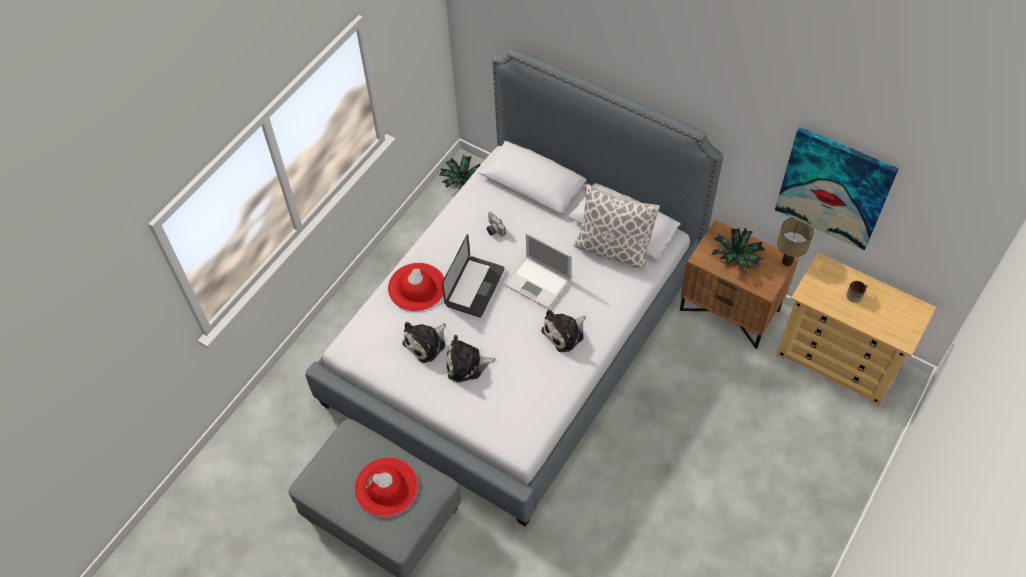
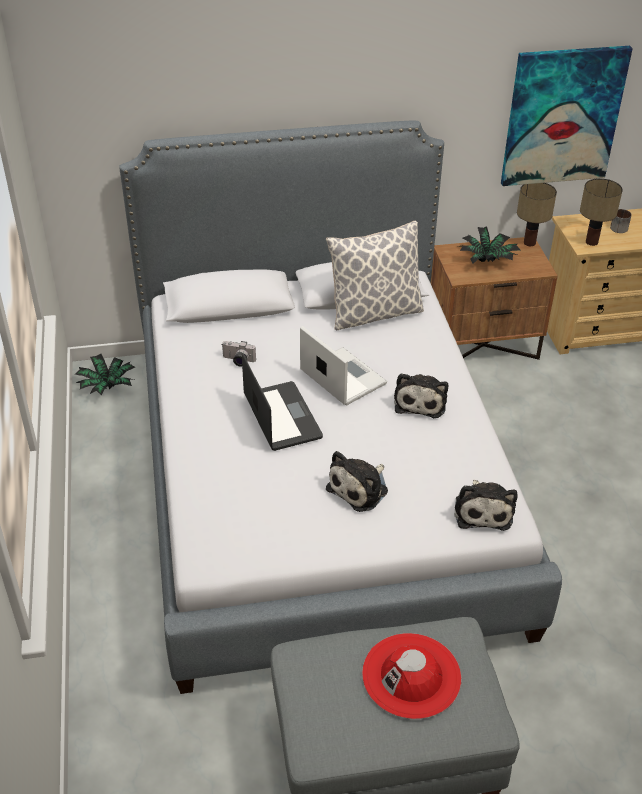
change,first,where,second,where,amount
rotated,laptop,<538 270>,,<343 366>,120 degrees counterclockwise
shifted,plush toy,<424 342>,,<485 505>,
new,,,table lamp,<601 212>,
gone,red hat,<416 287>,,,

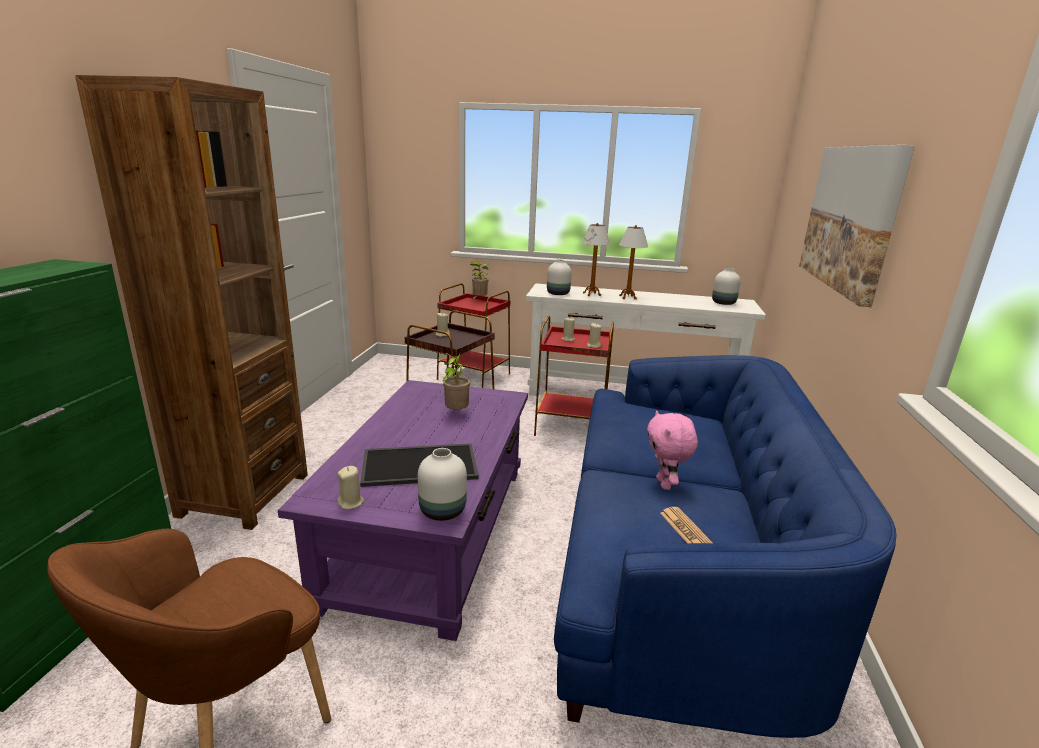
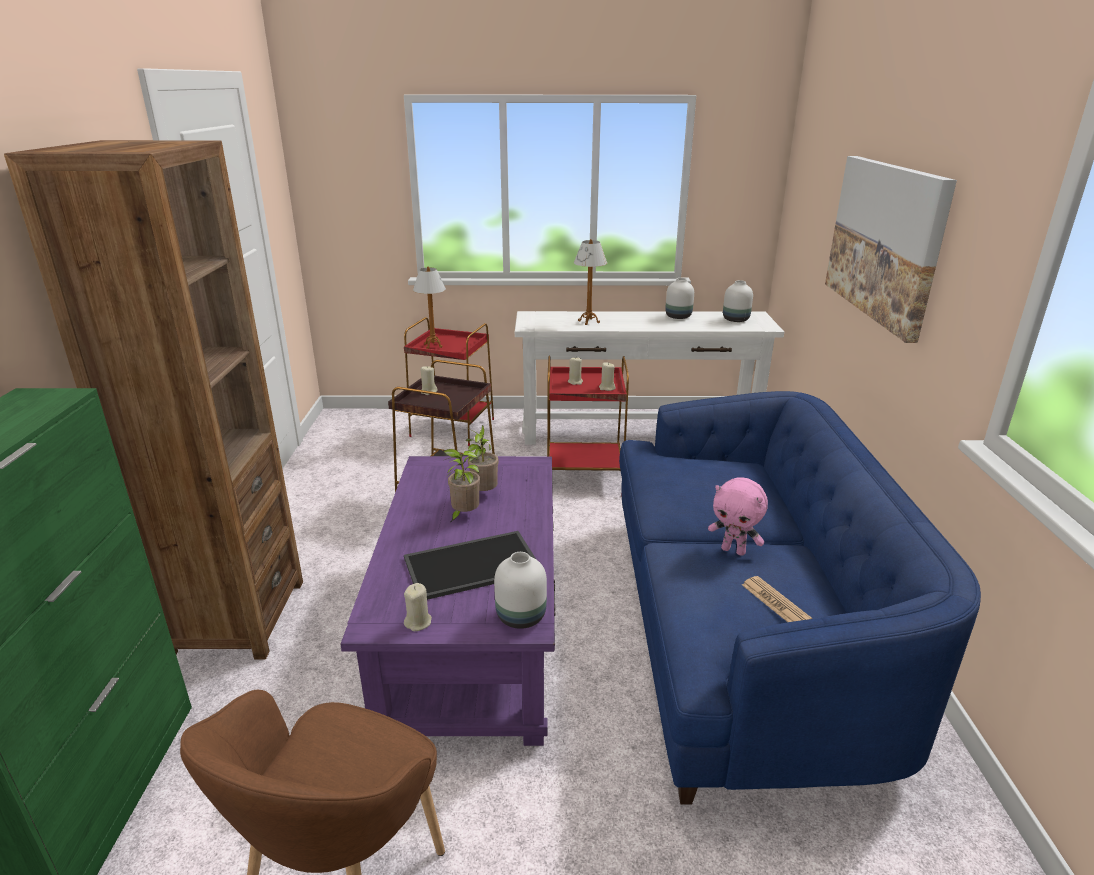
change,first,where,second,where,amount
shifted,table lamp,<633 262>,,<429 308>,
shifted,potted plant,<479 281>,,<461 486>,
shifted,white vase,<559 277>,,<679 298>,
rotated,pink plush toy,<672 450>,,<738 516>,45 degrees counterclockwise

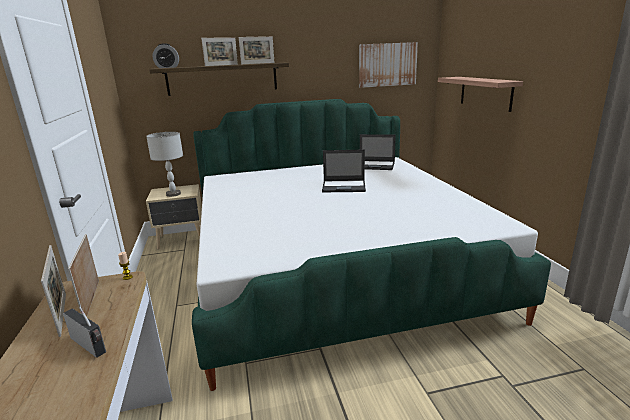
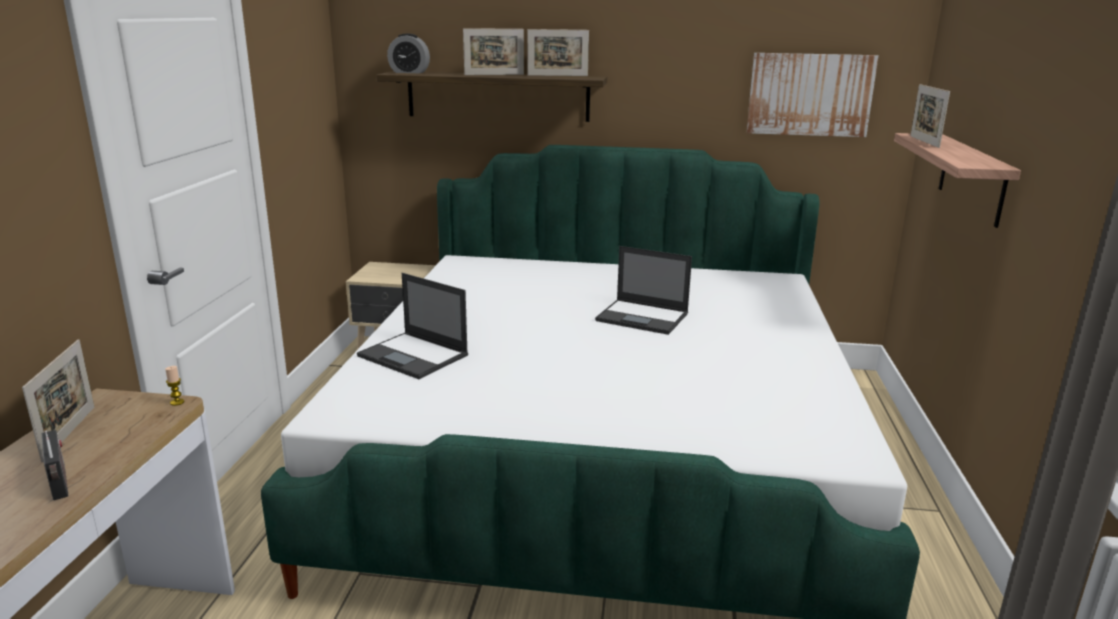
change,first,where,second,where,amount
shifted,laptop,<378 152>,,<412 326>,
shifted,picture frame,<83 275>,,<930 116>,
gone,grey table lamp,<164 164>,,,

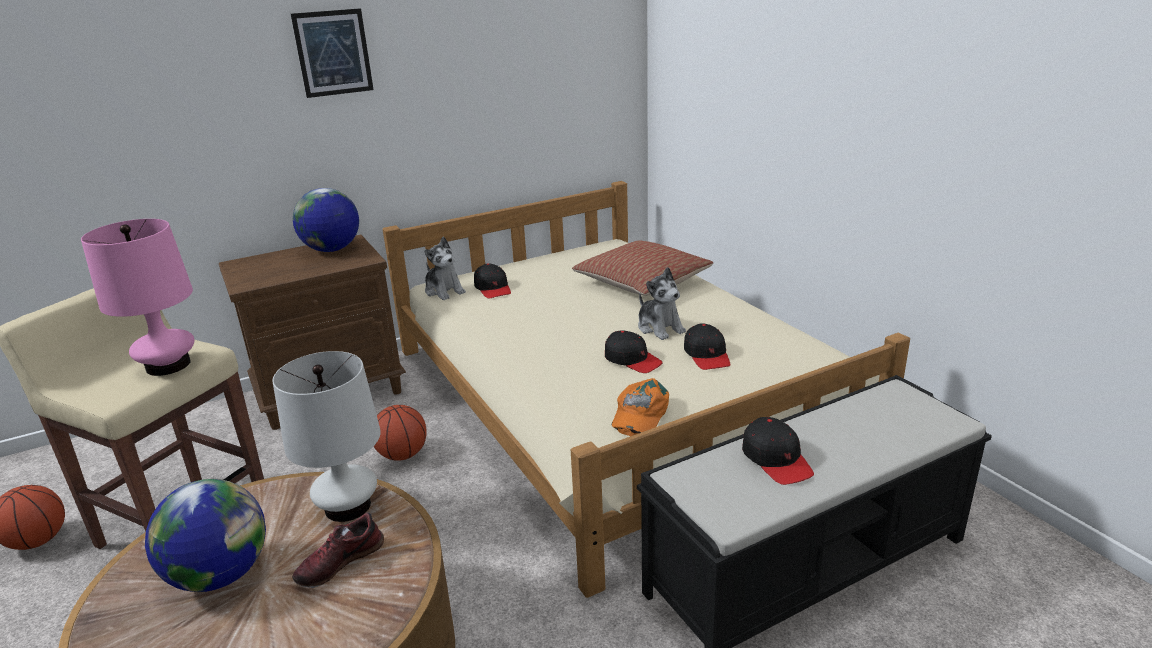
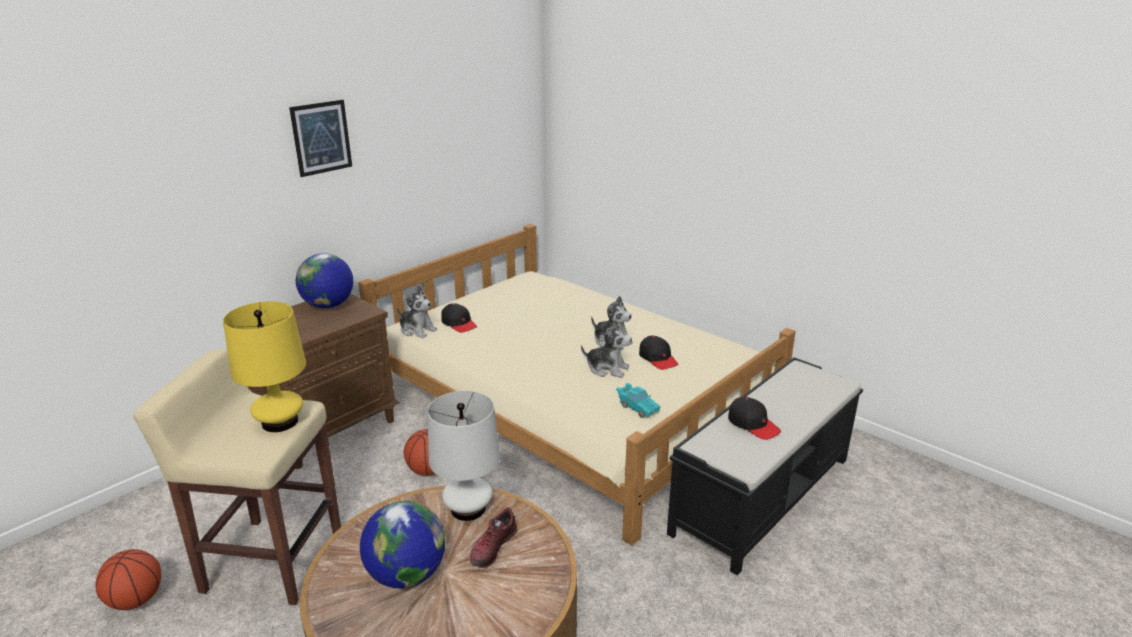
change,first,where,second,where,amount
repainted,pink table lamp,<137 297>,yellow table lamp,<264 366>,
swapped,black cap,<634 351>,plush toy,<606 349>,
swapped,orange cap,<640 407>,turquoise toy car,<638 400>,
gone,pillow,<643 268>,,,

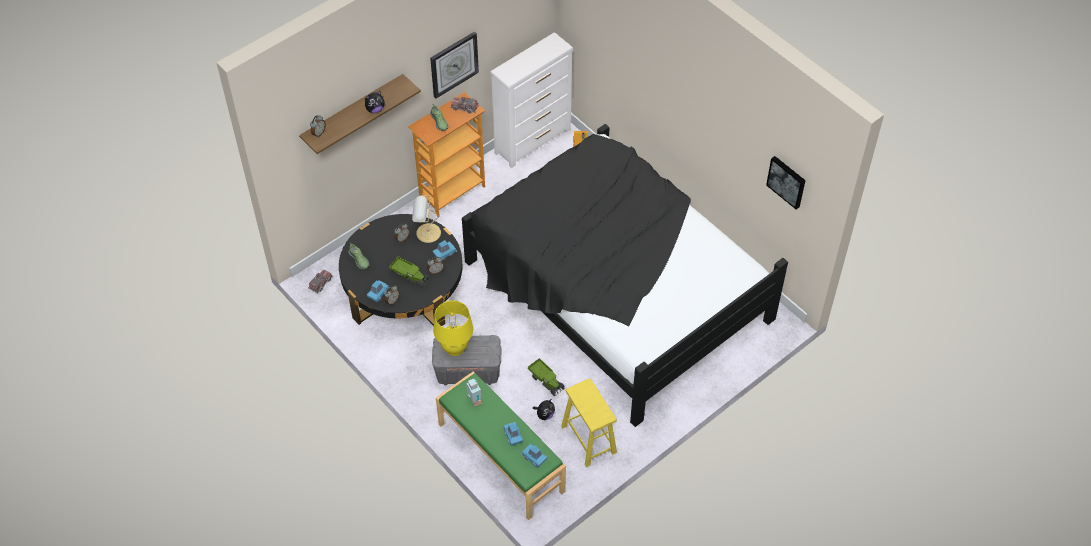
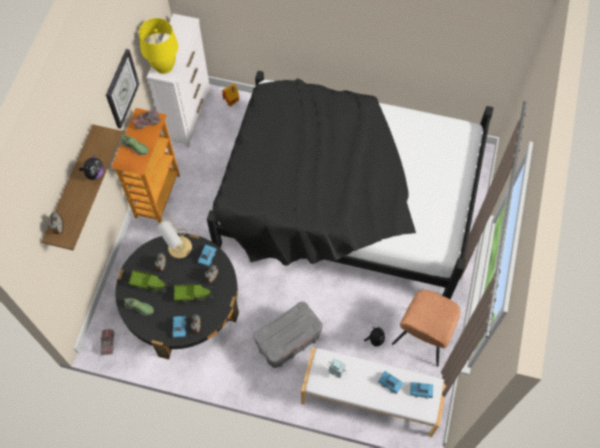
change,first,where,second,where,amount
shifted,toy truck,<546 377>,,<149 282>,
shifted,yellow table lamp,<453 328>,,<158 46>,
repainted,green bench,<501 446>,white bench,<373 392>,
swapped,yellow stool,<589 423>,brown chair,<426 328>,
gone,picture,<786 182>,,,

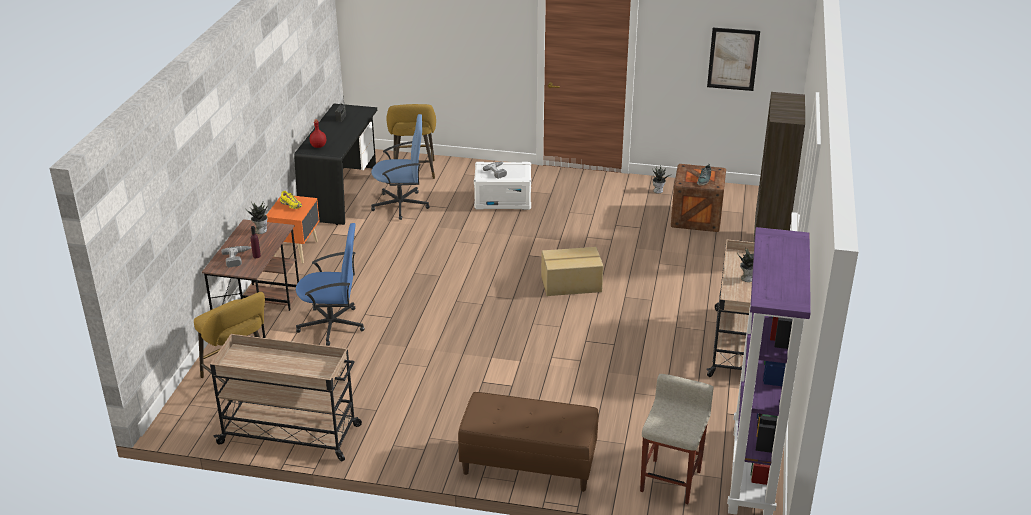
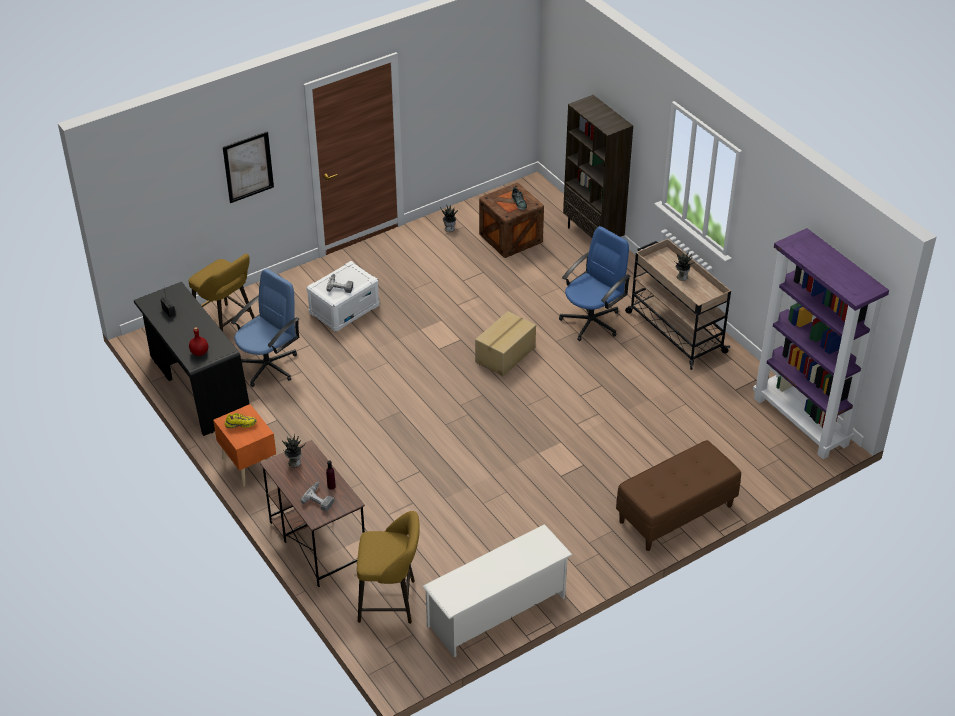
change,first,where,second,where,amount
shifted,picture,<733 59>,,<248 167>,
swapped,beige cart,<286 397>,white shoe rack,<497 590>,
shifted,blue office chair,<330 284>,,<595 283>,
gone,beige stool,<677 439>,,,

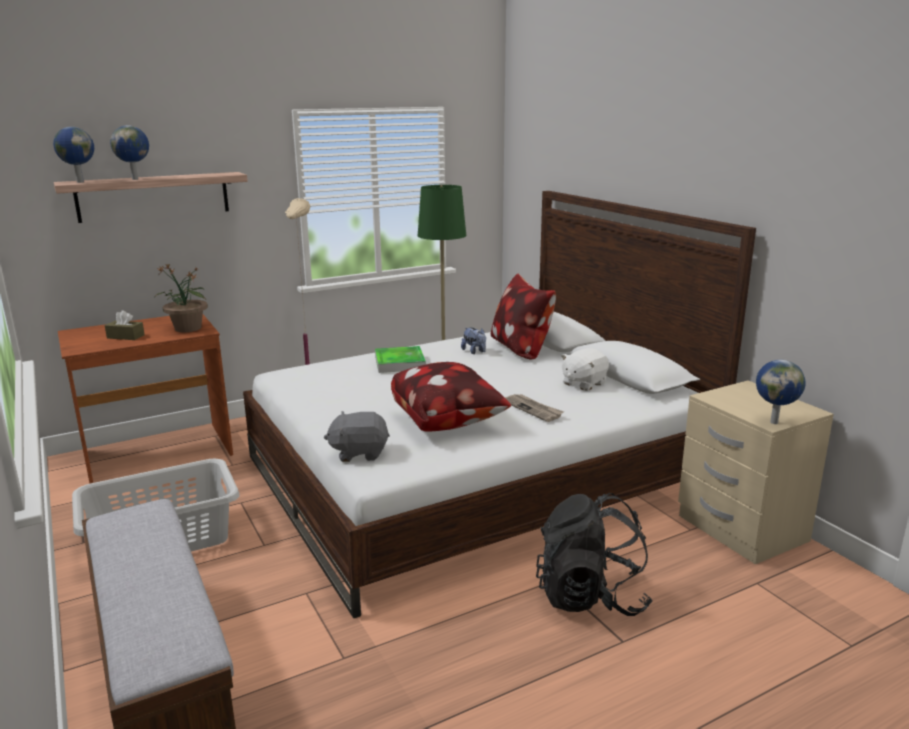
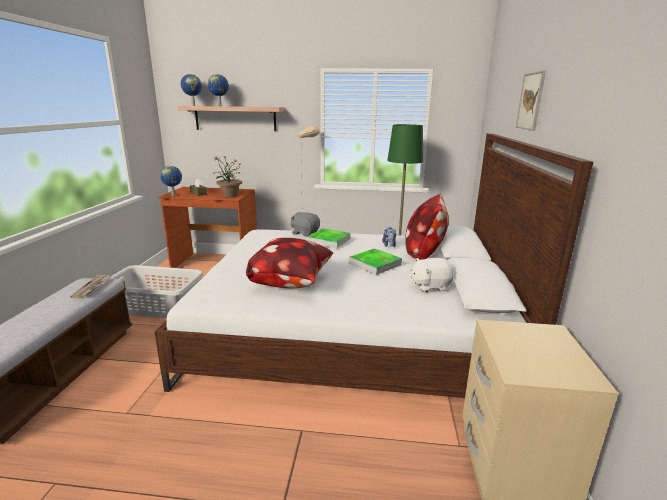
change,first,where,second,where,amount
shifted,newspaper,<534 408>,,<91 286>,
shifted,globe,<781 392>,,<171 181>,
shifted,grey plush toy,<357 436>,,<305 224>,
new,,,tray,<375 262>,
new,,,picture,<531 101>,
gone,black backpack,<594 554>,,,

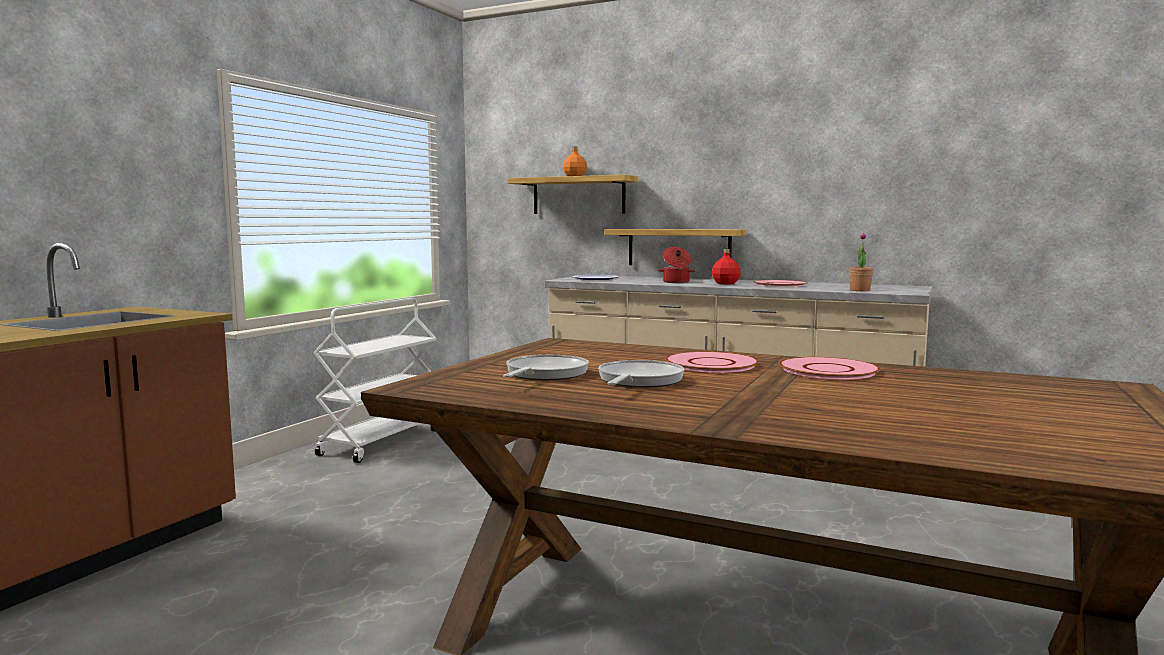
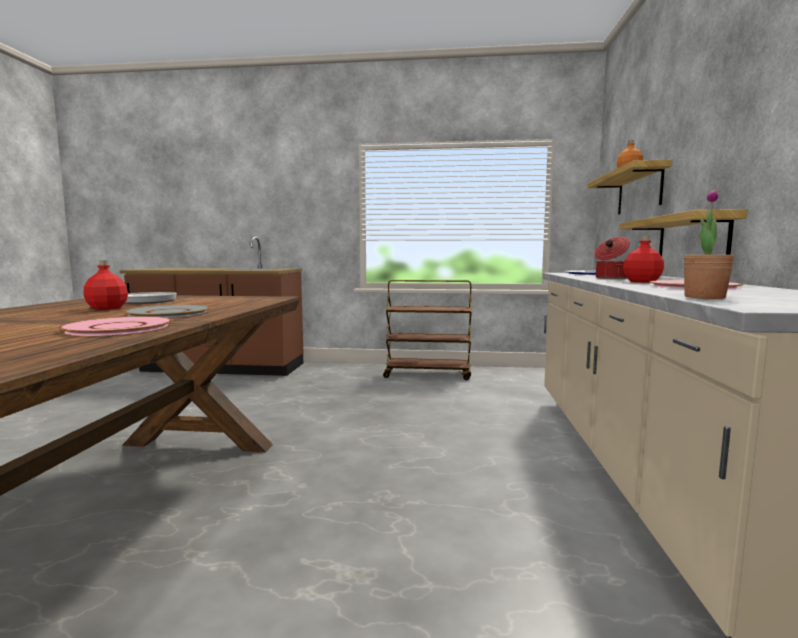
change,first,where,second,where,amount
swapped,frying pan,<641 374>,red bottle,<105 285>,
repainted,pink plate,<712 362>,grey plate,<167 311>,
repainted,white cart,<375 380>,brown cart,<427 330>,

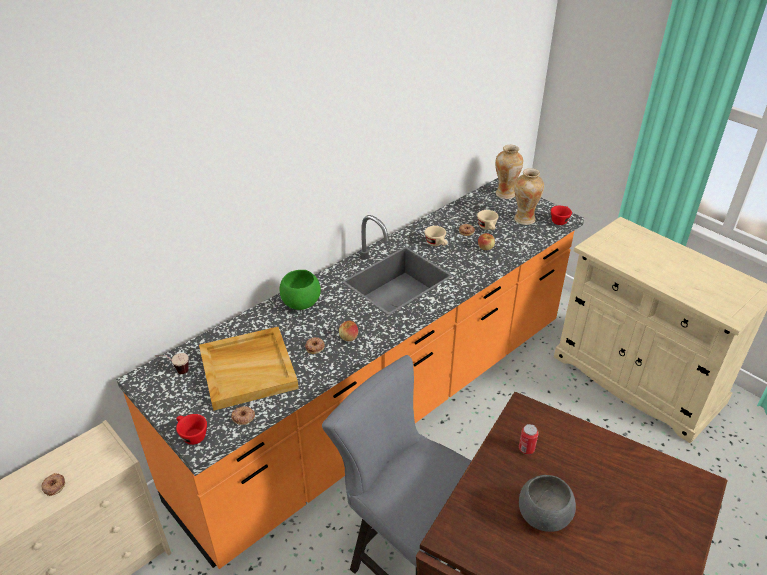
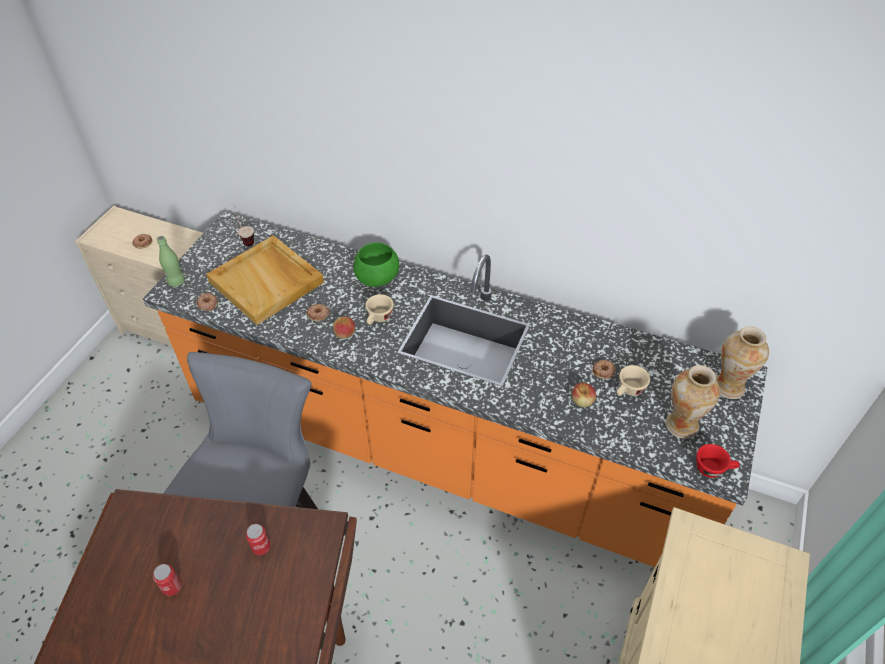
change,first,where,second,where,amount
swapped,grey bowl,<547 503>,can,<167 580>,
swapped,red cup,<191 429>,green bottle,<171 261>,
shifted,beige cup,<436 236>,,<380 309>,

